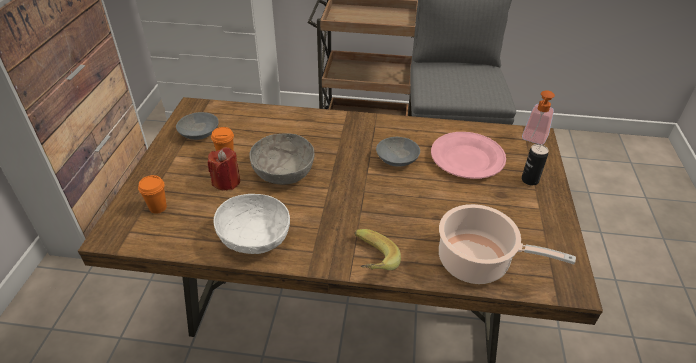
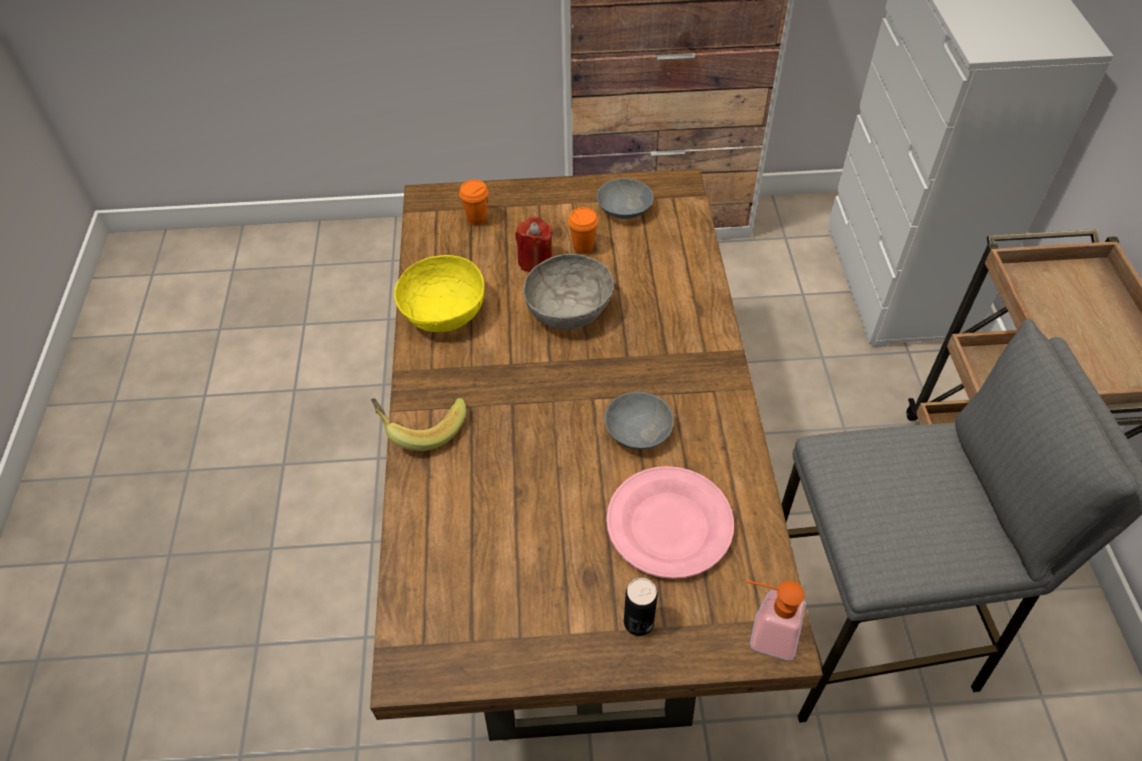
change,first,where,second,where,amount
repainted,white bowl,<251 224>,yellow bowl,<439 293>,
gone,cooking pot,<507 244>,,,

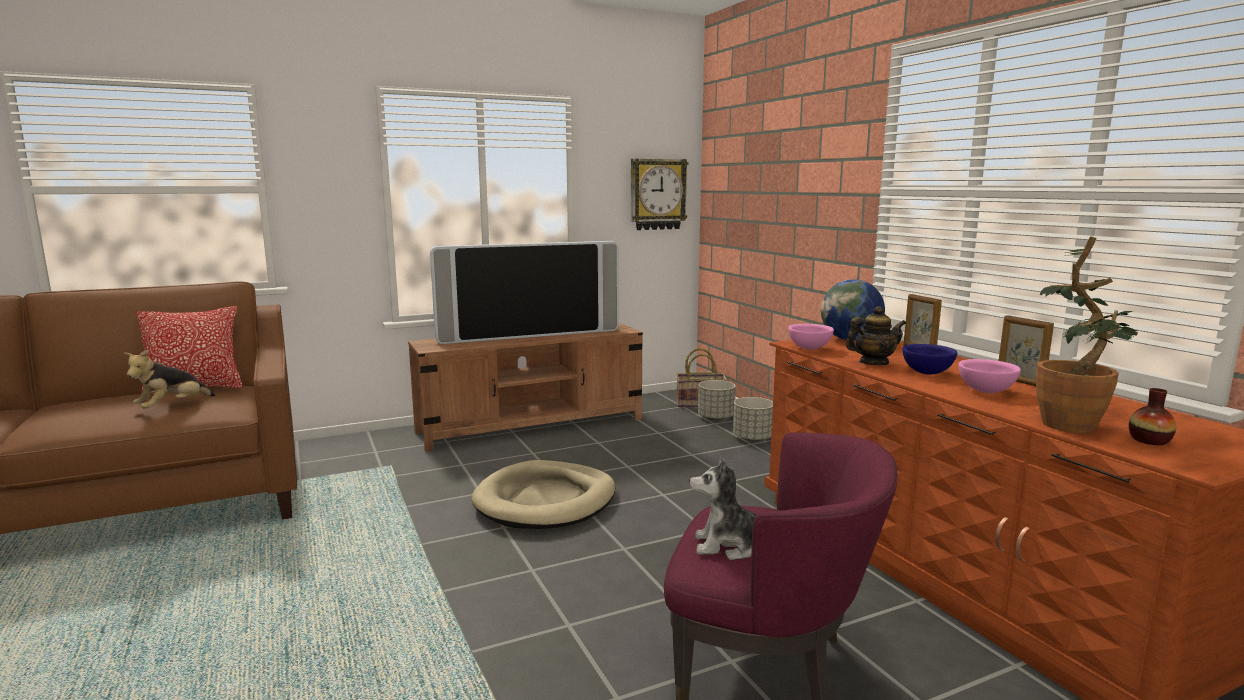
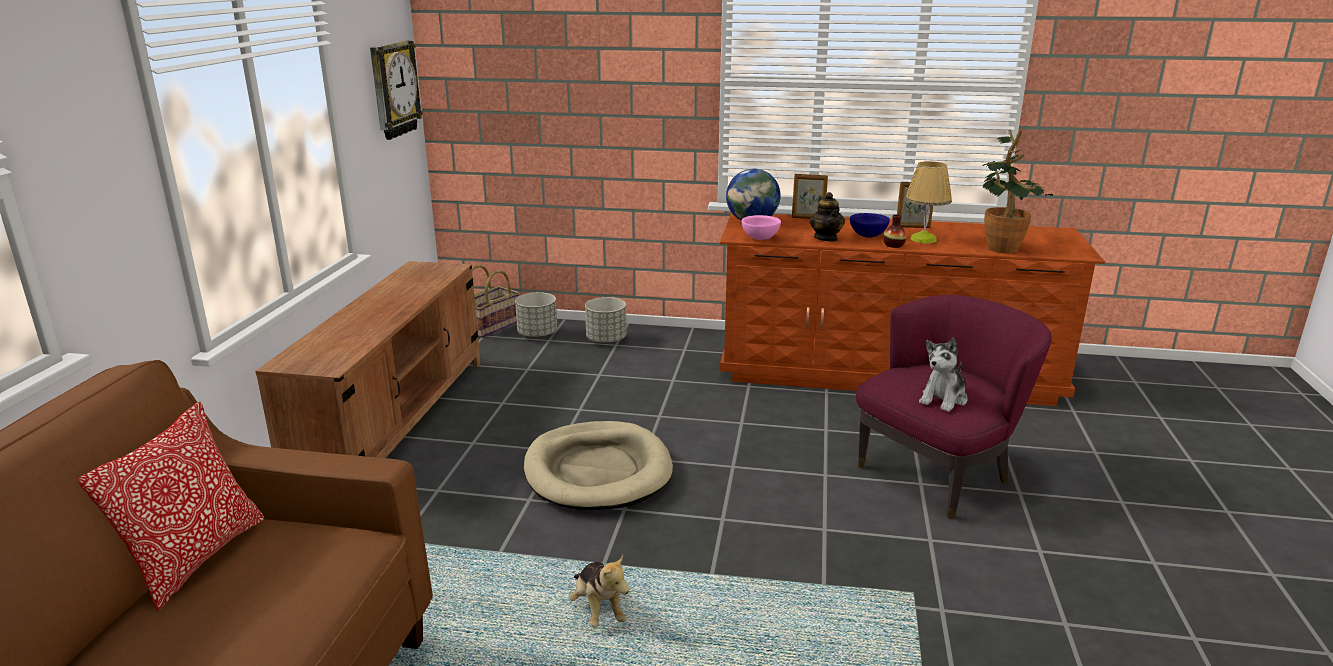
change,first,where,second,where,amount
shifted,plush toy,<169 379>,,<599 591>,
rotated,teapot,<876 335>,,<827 216>,150 degrees clockwise
shifted,vase,<1152 416>,,<894 231>,
swapped,pink bowl,<989 376>,table lamp,<928 202>,
gone,television,<524 292>,,,

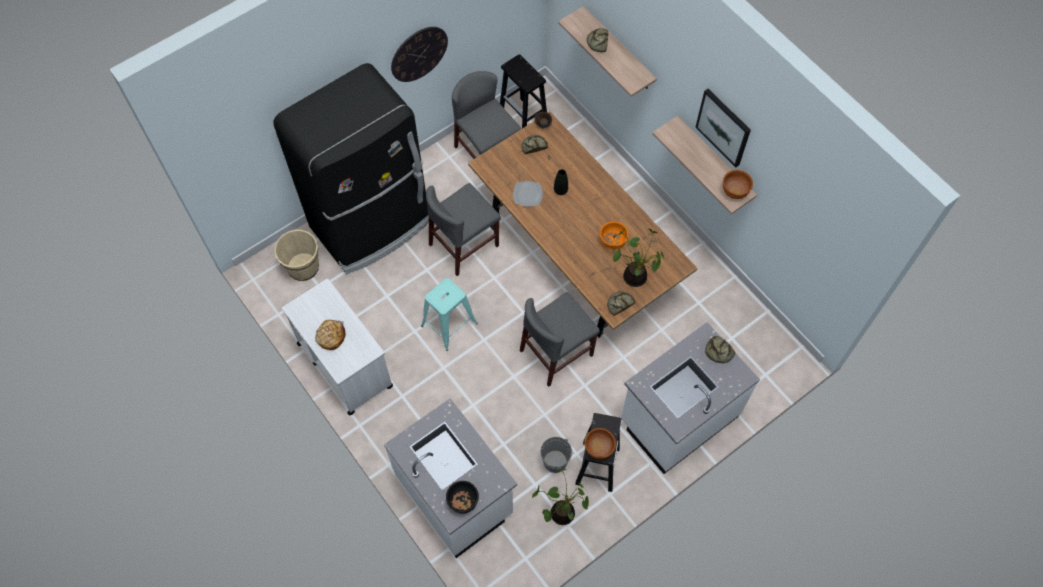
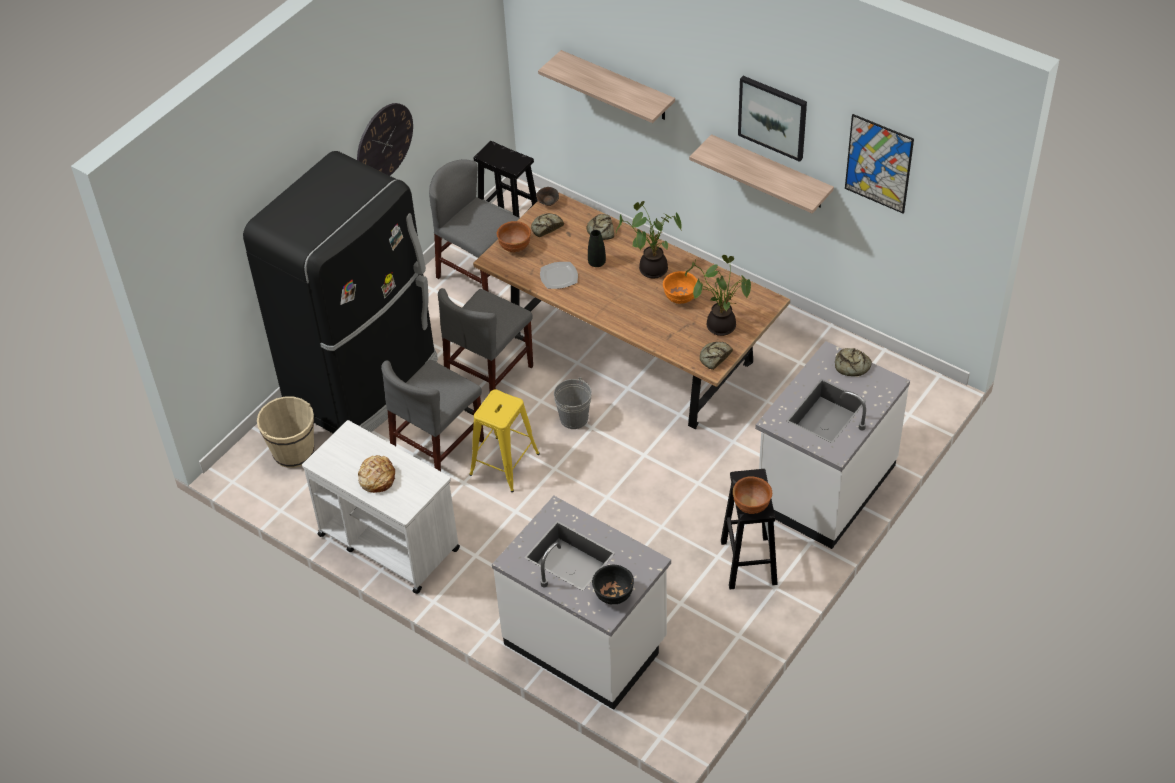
change,first,where,second,where,amount
shifted,grey chair,<560 339>,,<432 415>,
repainted,turquoise stool,<449 314>,yellow stool,<504 440>,
shifted,brown bowl,<738 184>,,<514 236>,
shifted,grey bucket,<556 455>,,<573 403>,
shifted,bread,<597 40>,,<600 227>,
shifted,potted plant,<560 497>,,<649 240>,
new,,,picture,<879 164>,

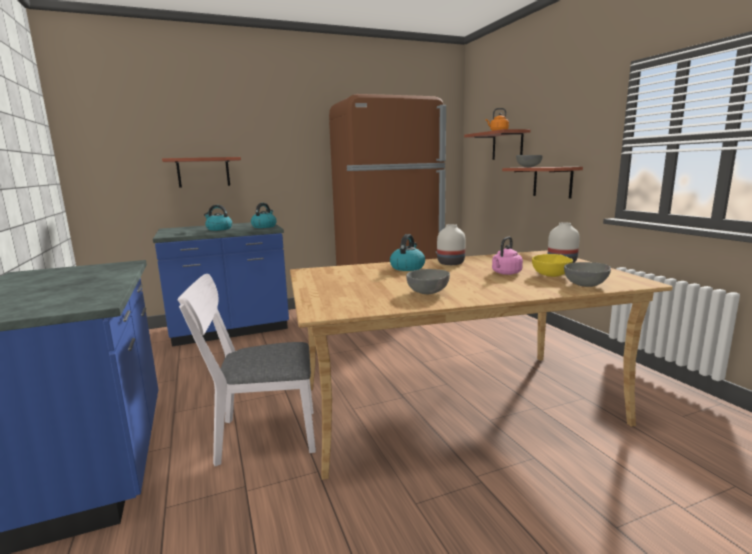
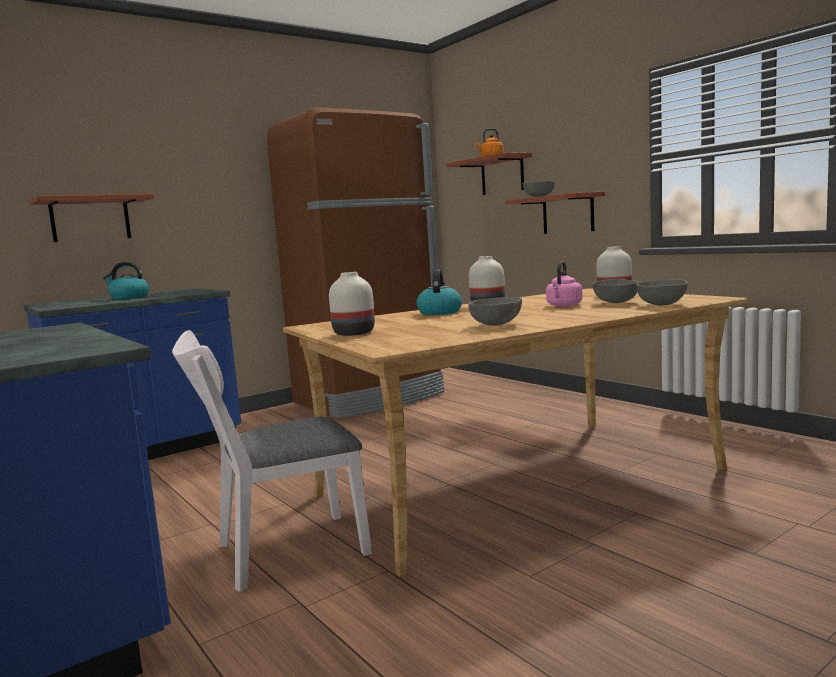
change,first,where,second,where,amount
new,,,white vase,<352 304>,
repainted,yellow bowl,<552 265>,grey bowl,<616 291>,
gone,kettle,<264 215>,,,

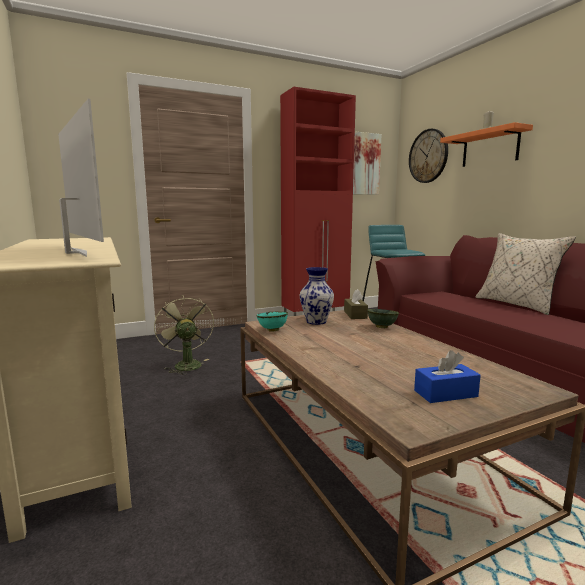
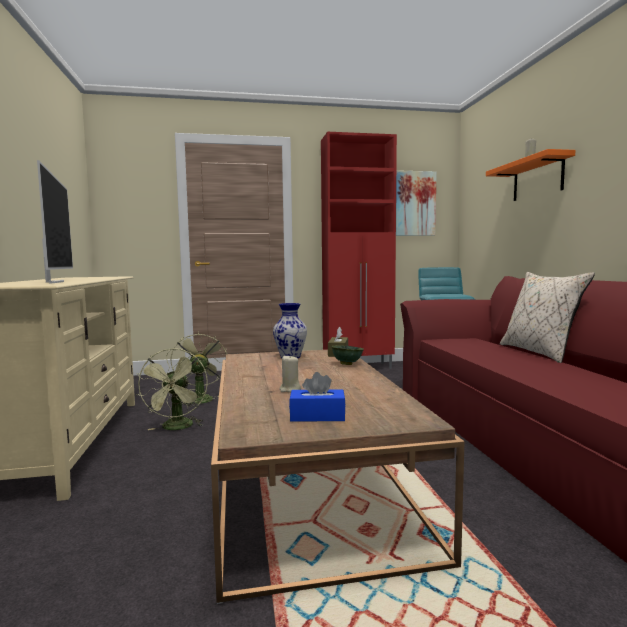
change,first,where,second,where,amount
new,,,green fan,<172 389>,
new,,,beige candle,<290 373>,
gone,turquoise bowl,<272 321>,,,
gone,wall clock,<428 156>,,,

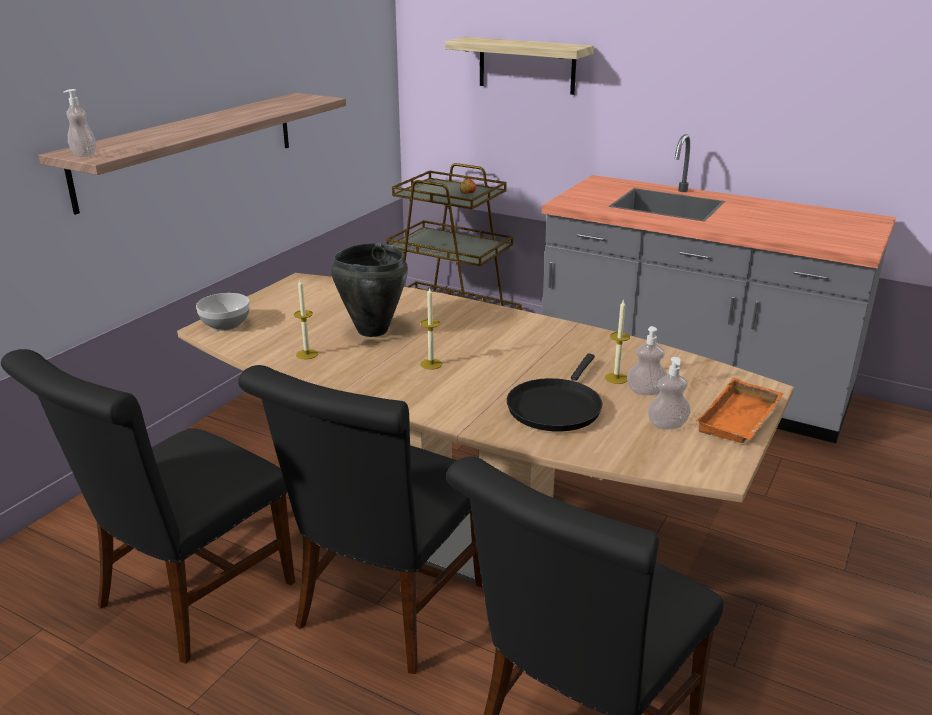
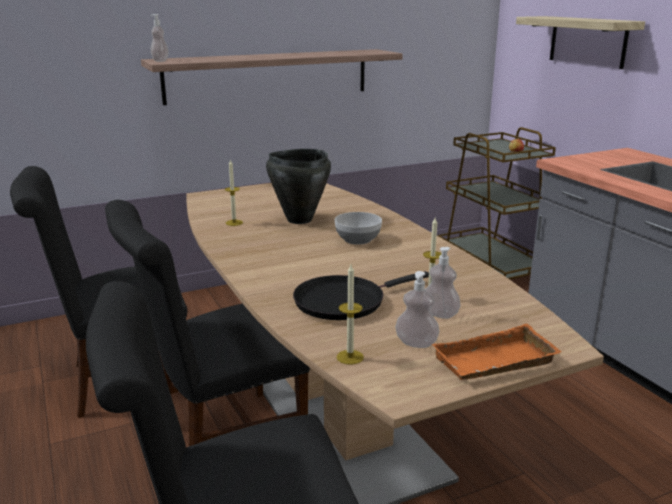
change,first,where,second,where,amount
shifted,bowl,<223 312>,,<358 228>,
shifted,candle,<431 329>,,<350 315>,

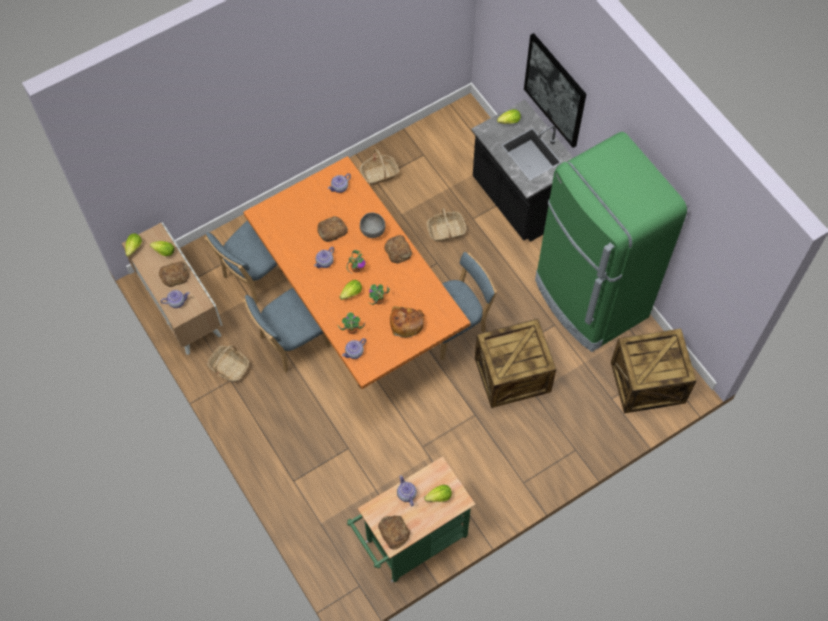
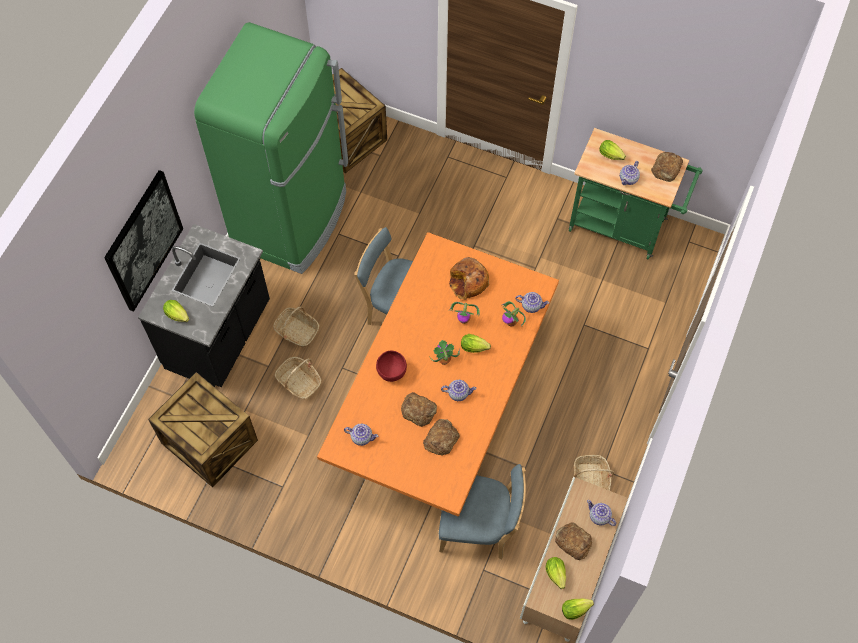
change,first,where,second,where,amount
shifted,crate,<515 363>,,<203 430>,
shifted,basket,<379 167>,,<296 326>,
repainted,grey bowl,<373 225>,red bowl,<391 366>,
shifted,bread,<398 249>,,<441 437>,
gone,blue chair,<287 330>,,,

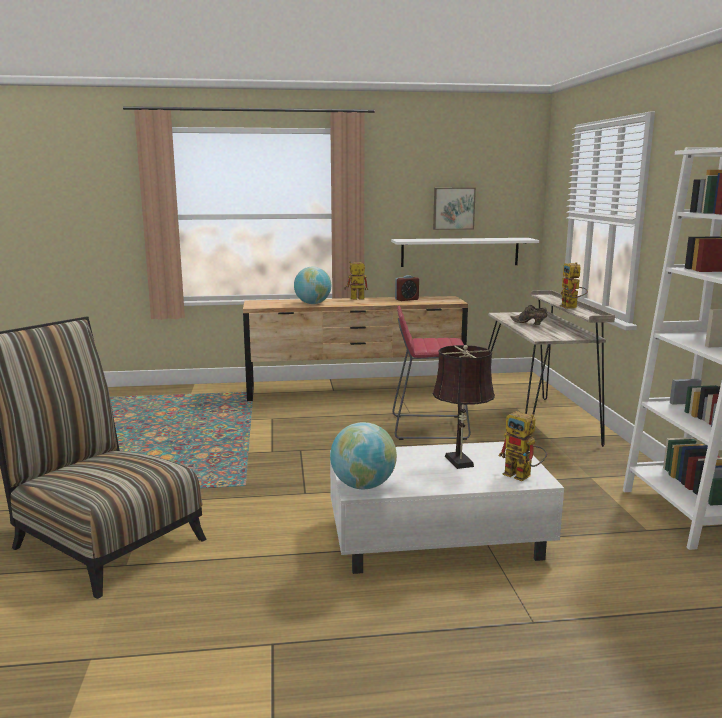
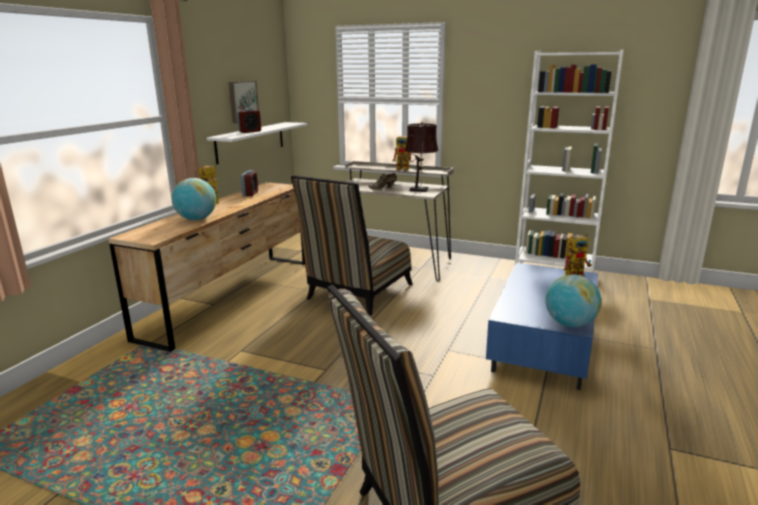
change,first,where,second,where,amount
new,,,alarm clock,<249 120>,
swapped,red stool,<432 373>,chair,<352 245>,
shifted,brown table lamp,<464 407>,,<421 156>,
repainted,white coffee table,<447 508>,blue coffee table,<542 326>,

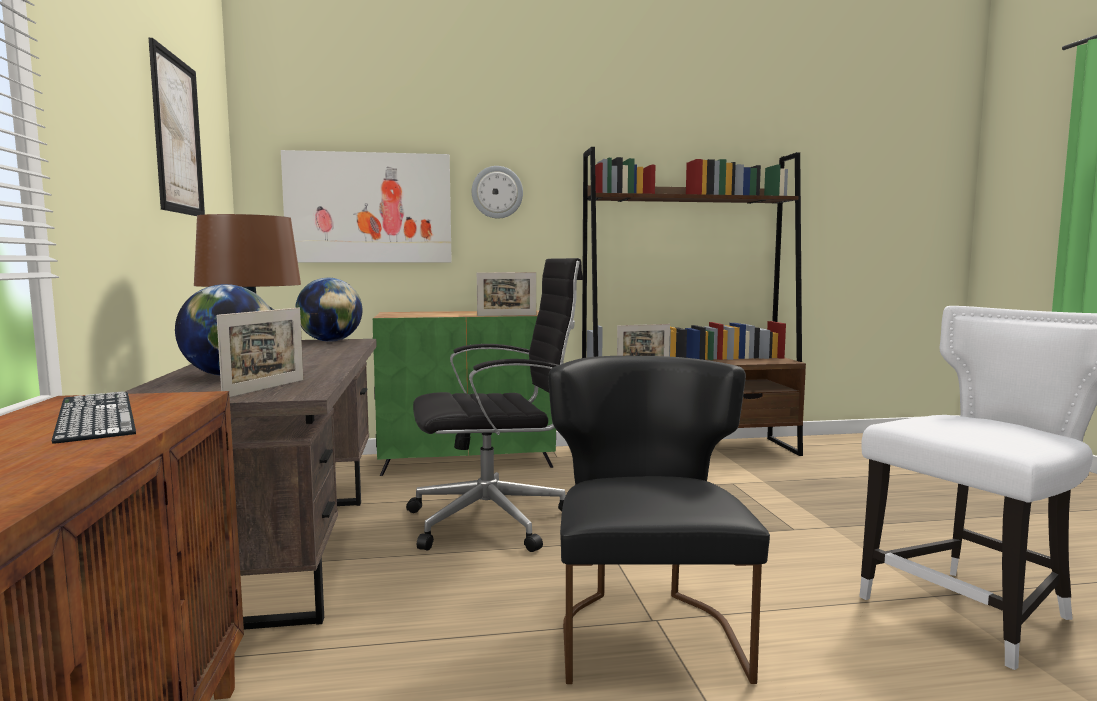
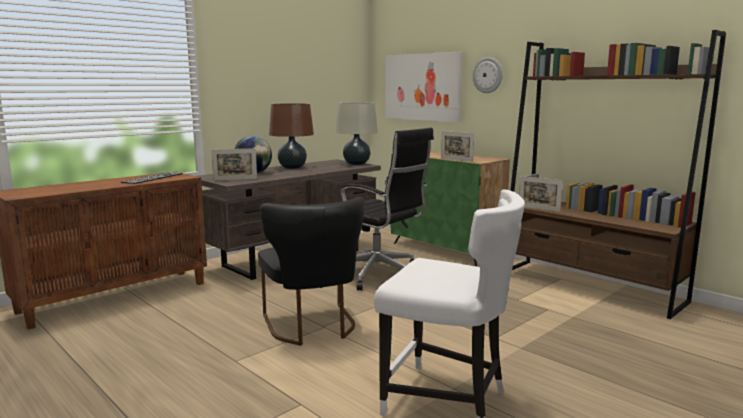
change,first,where,second,where,amount
rotated,black chair,<659 520>,,<311 271>,105 degrees clockwise
swapped,globe,<328 310>,beige table lamp,<356 134>,
gone,picture,<177 127>,,,

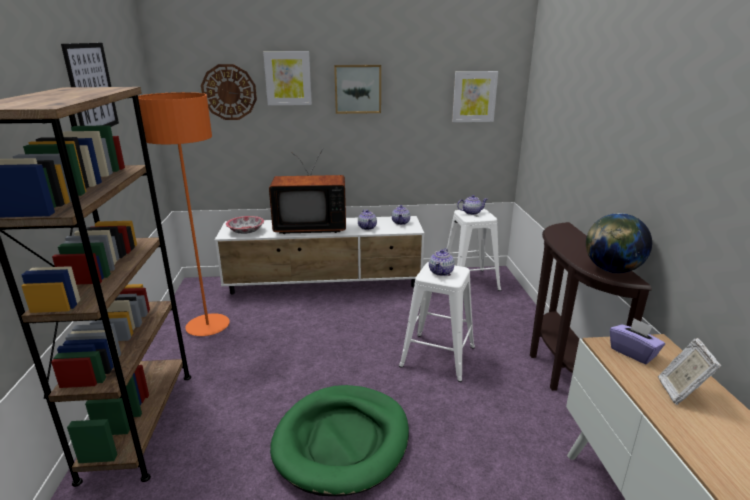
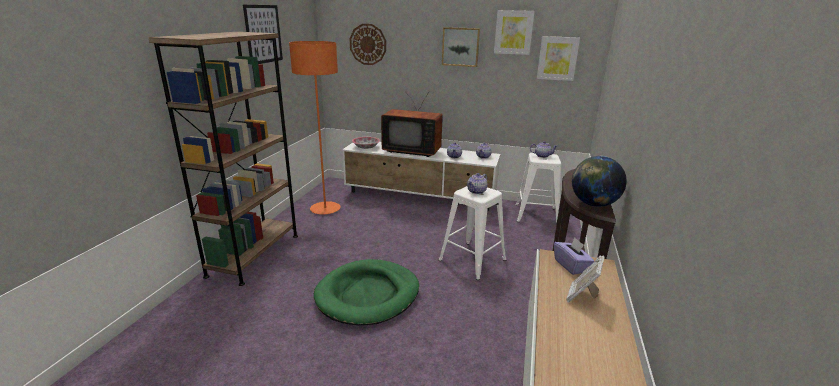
change,first,where,second,where,amount
shifted,picture,<287 78>,,<514 32>,

